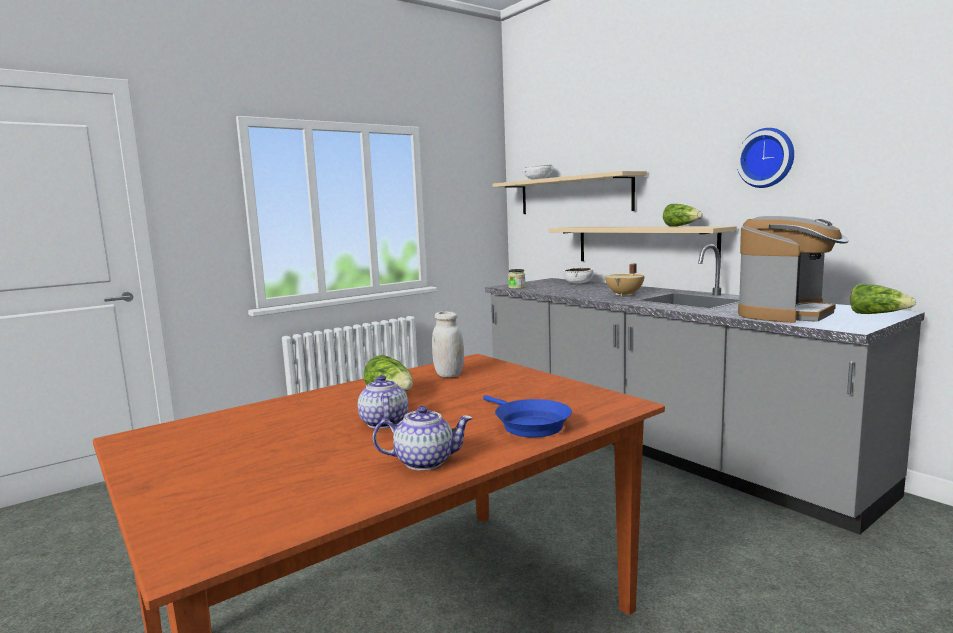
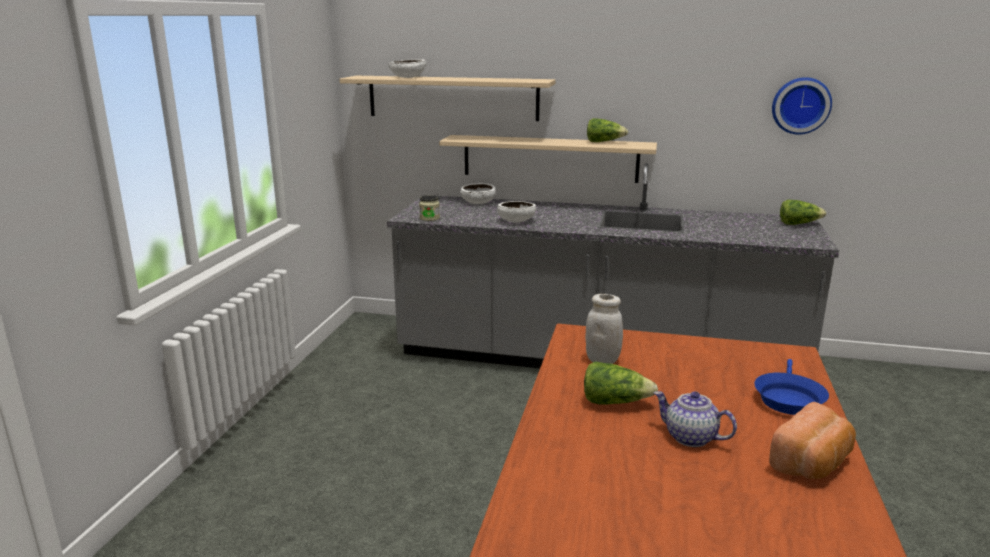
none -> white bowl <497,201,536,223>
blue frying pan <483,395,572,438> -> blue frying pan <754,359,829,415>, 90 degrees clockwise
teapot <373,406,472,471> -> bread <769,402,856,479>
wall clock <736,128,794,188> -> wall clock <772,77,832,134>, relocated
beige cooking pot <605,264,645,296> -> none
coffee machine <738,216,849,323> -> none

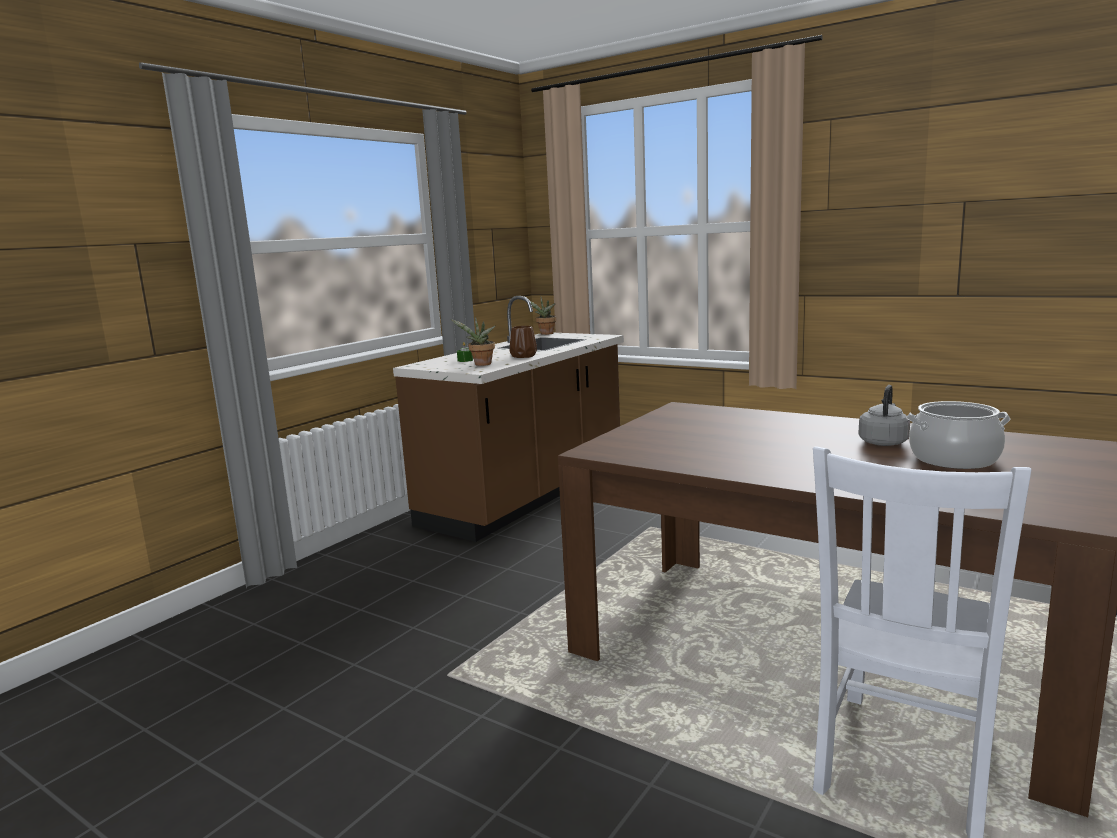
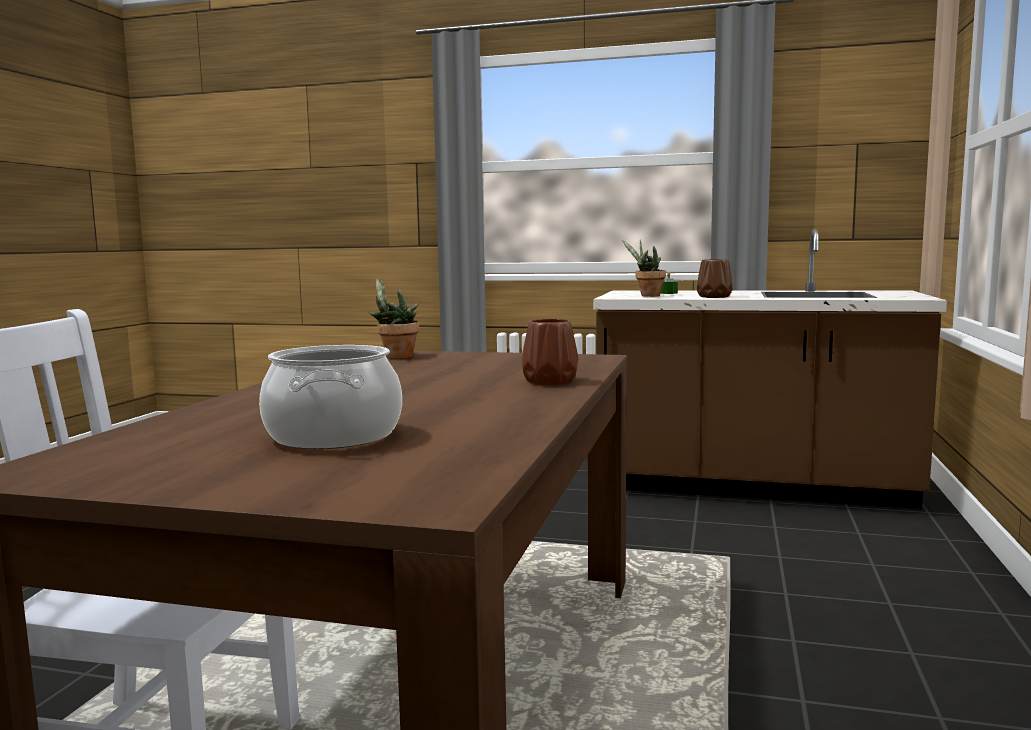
potted plant <529,297,557,335> -> potted plant <368,278,419,359>, relocated
none -> brown vase <522,319,579,385>
grey kettle <859,385,910,446> -> none

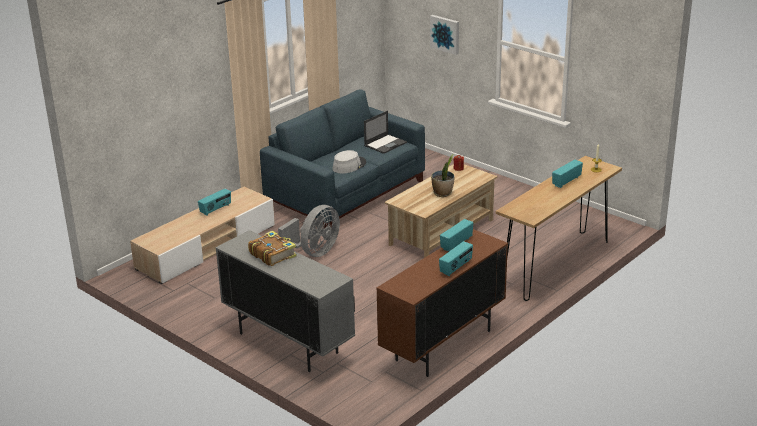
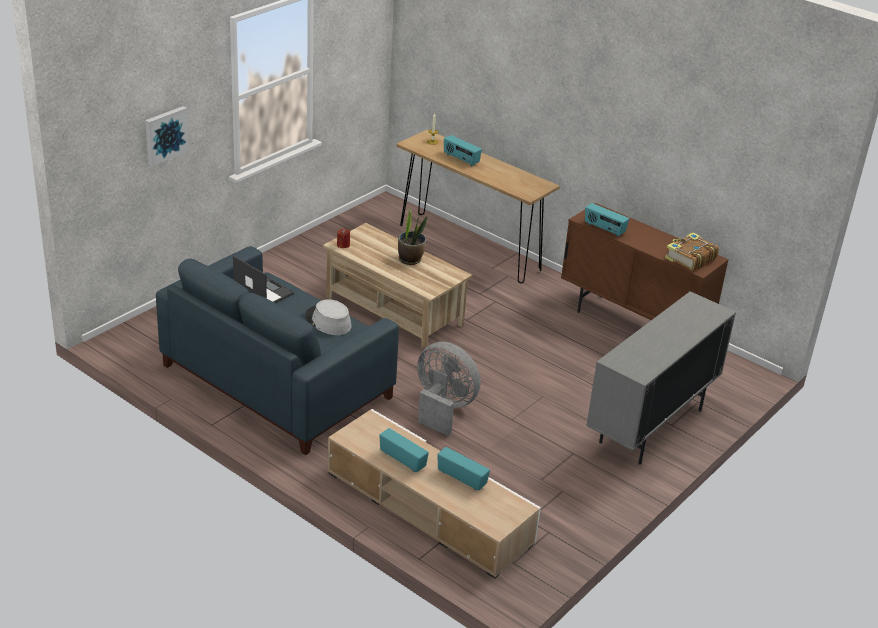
radio <439,241,473,276> -> radio <437,447,490,490>, relocated
book <248,231,297,266> -> book <665,232,719,271>, relocated

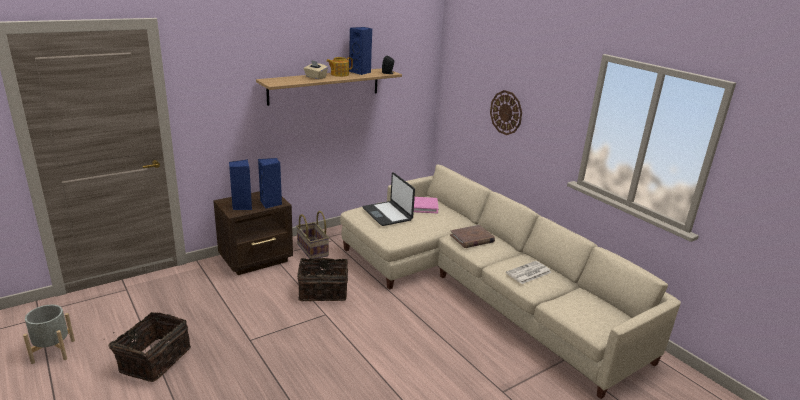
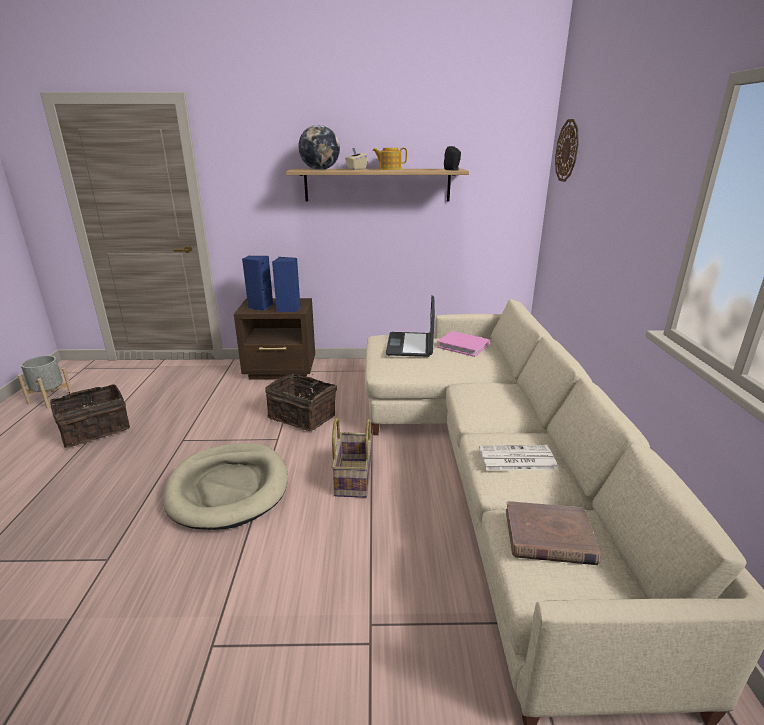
none -> beige dog bed <163,443,288,530>
none -> globe <299,125,340,170>
basket <296,211,329,259> -> basket <332,418,372,498>, relocated
brown book <450,225,495,248> -> brown book <506,501,601,565>, relocated
wall clock <490,90,522,135> -> wall clock <555,119,579,182>, relocated
blue speaker <349,27,372,75> -> none

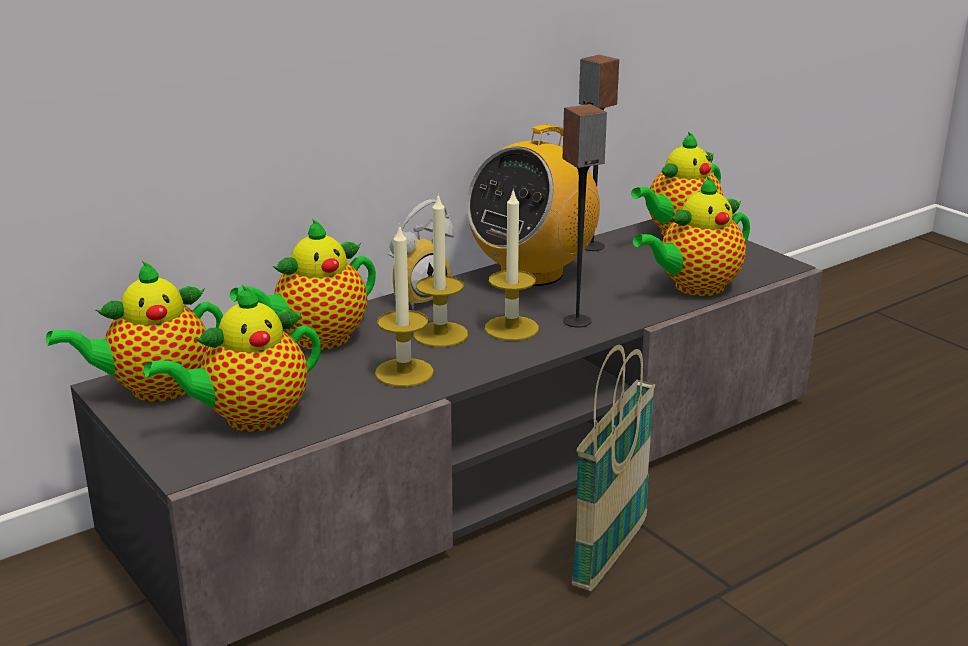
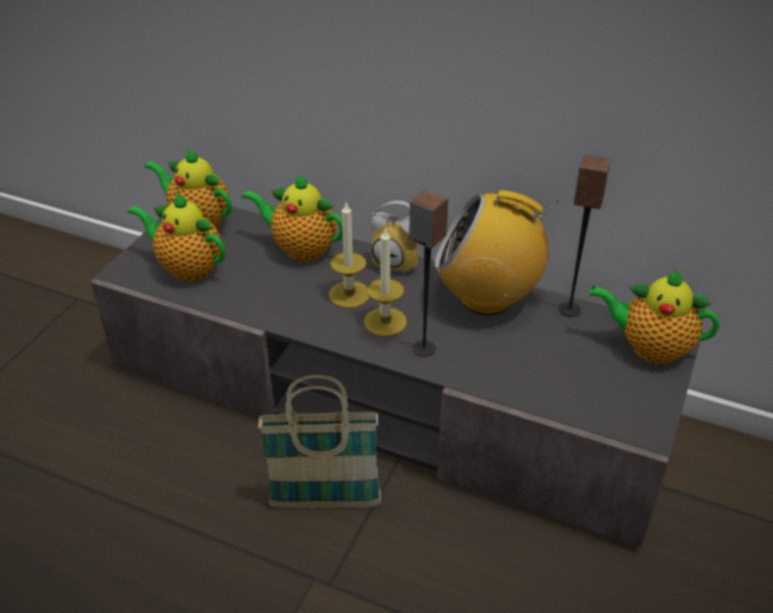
candle <375,224,434,387> -> none
teapot <633,176,750,296> -> none

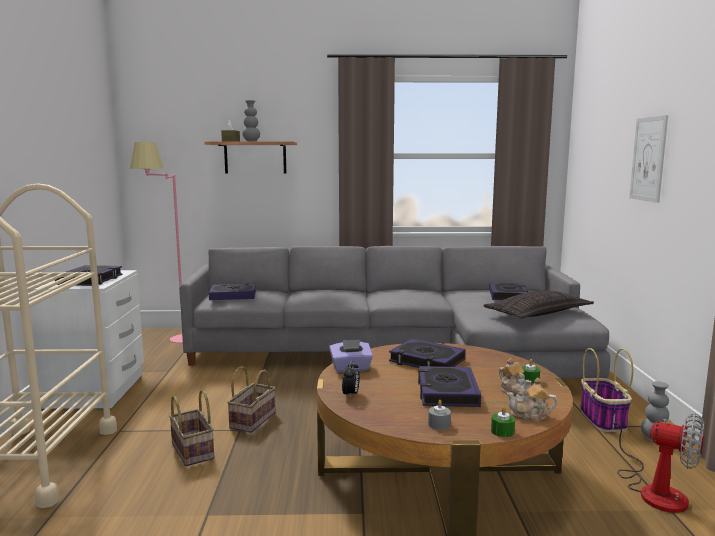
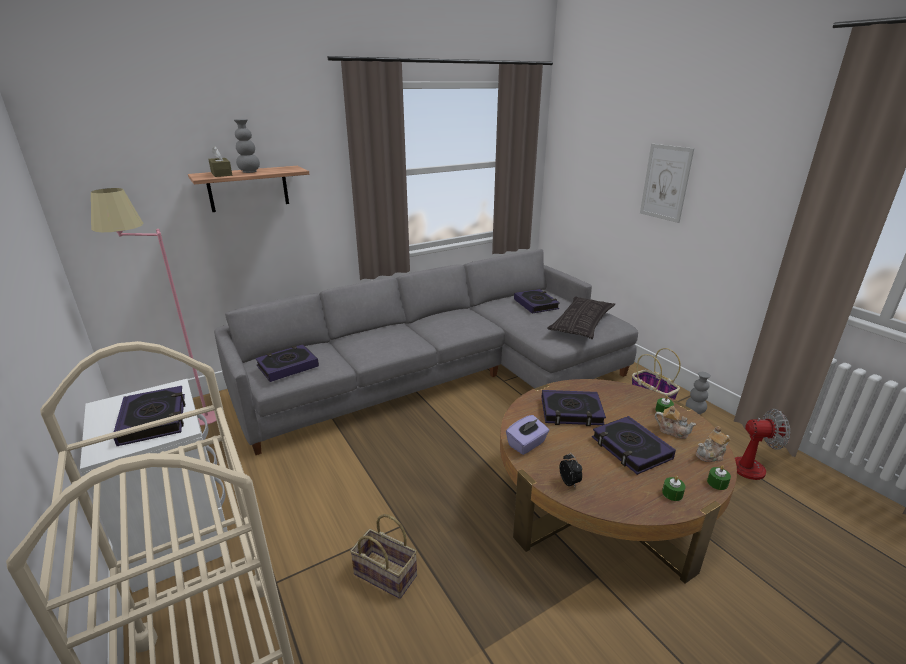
grey candle <428,400,451,430> -> green candle <662,476,686,501>
basket <227,366,275,433> -> none

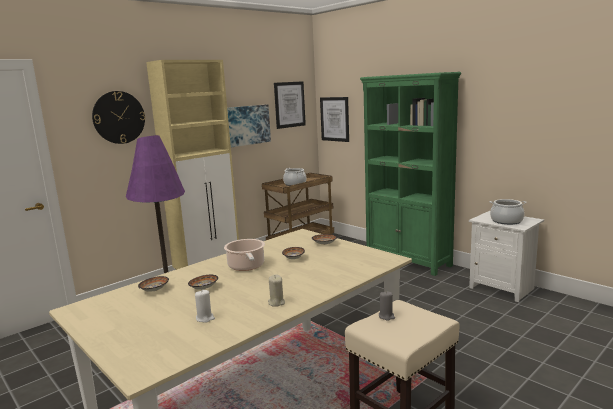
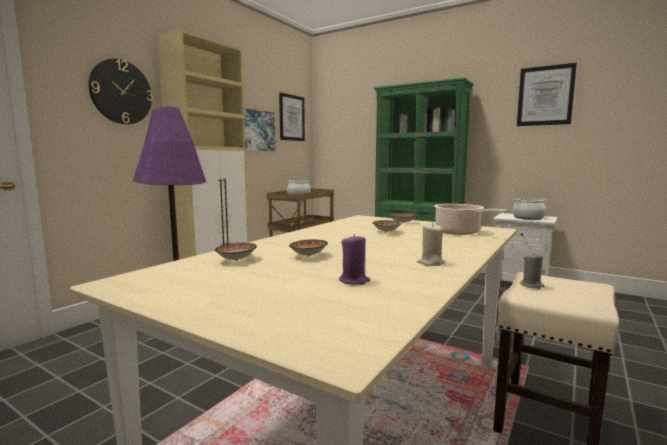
white candle <195,290,215,323> -> purple candle <339,234,370,285>
cooking pot <224,239,265,271> -> cooking pot <434,204,508,235>, relocated
picture <320,97,349,142> -> picture <517,63,577,126>, relocated

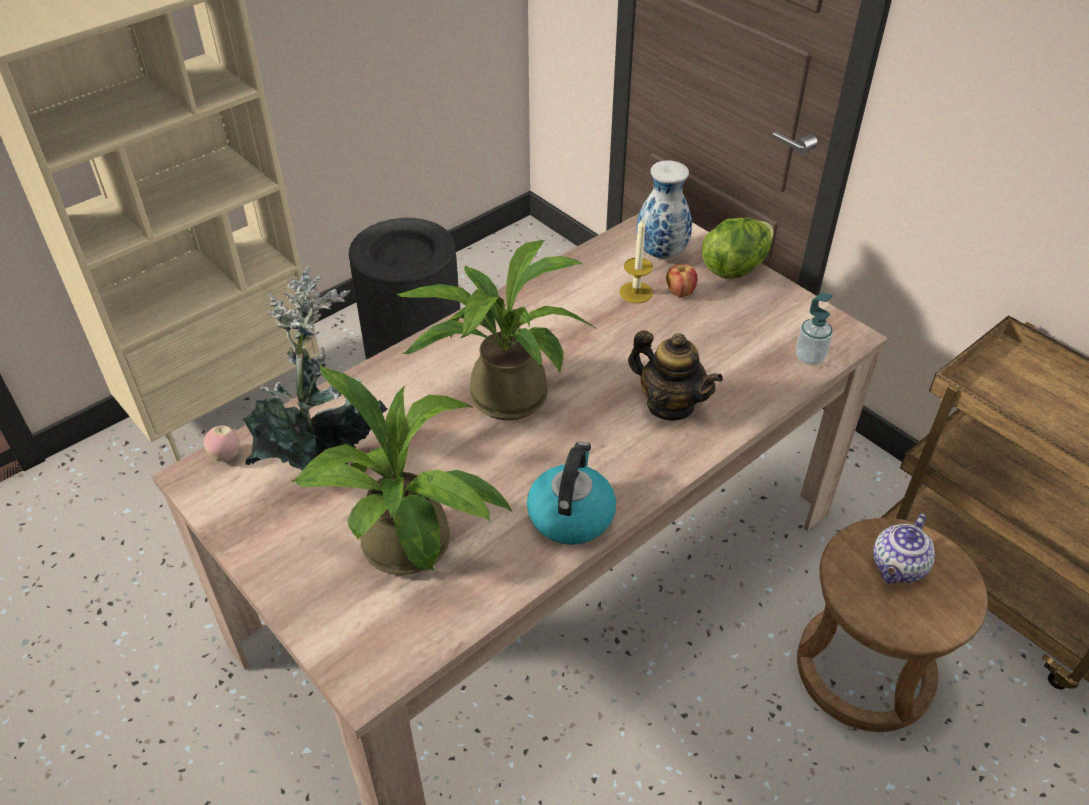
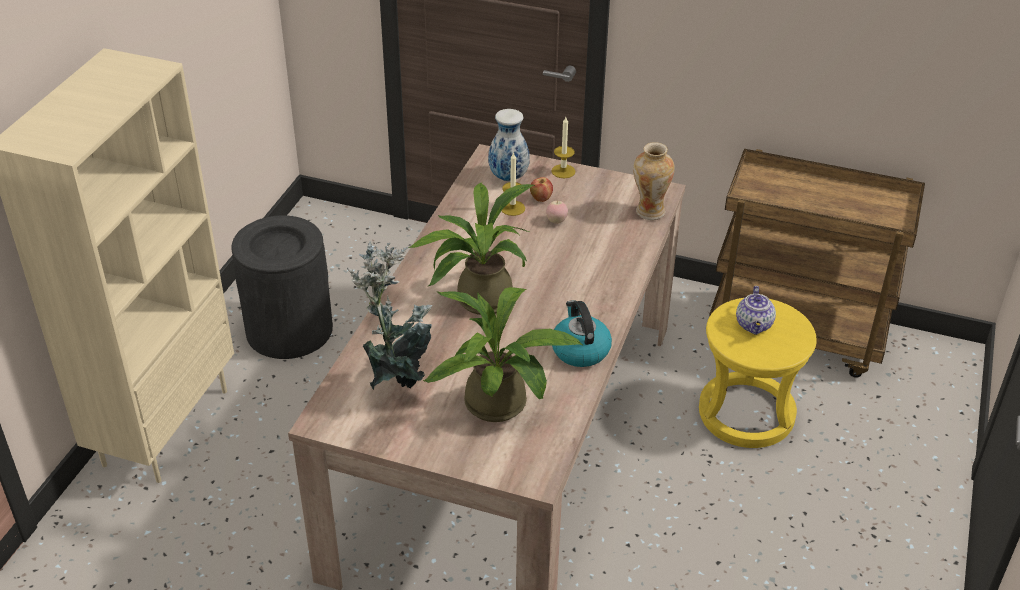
apple <204,425,239,461> -> apple <546,200,568,224>, relocated
lettuce <702,218,774,279> -> candle <551,117,575,178>
soap dispenser <796,293,833,365> -> vase <633,142,675,220>
brown stool <797,518,988,732> -> yellow stool <699,298,817,448>
teapot <628,330,723,421> -> none

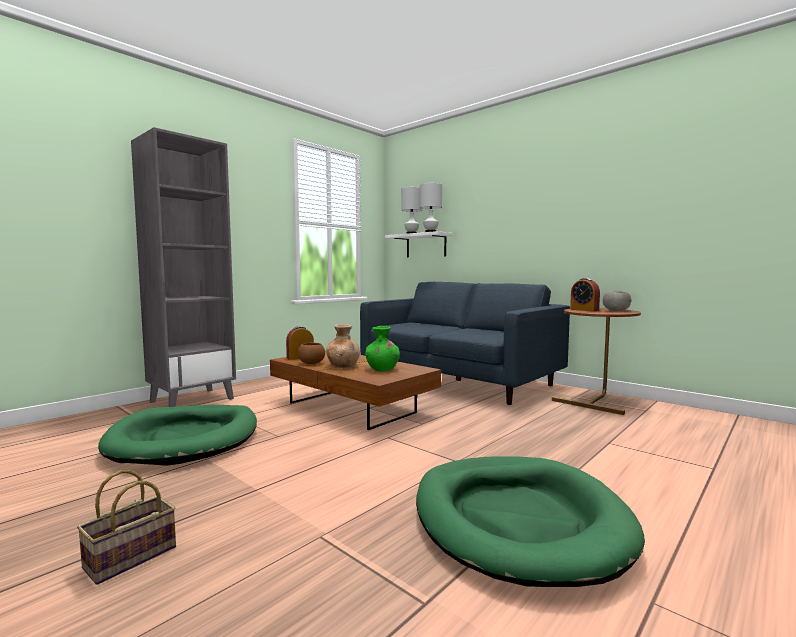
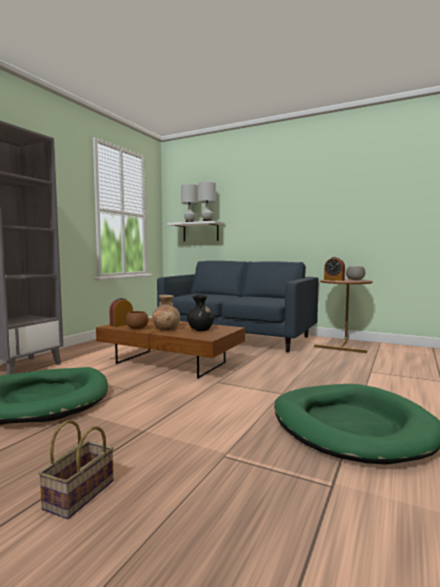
green vase <365,326,400,371> -> black vase <187,295,214,331>

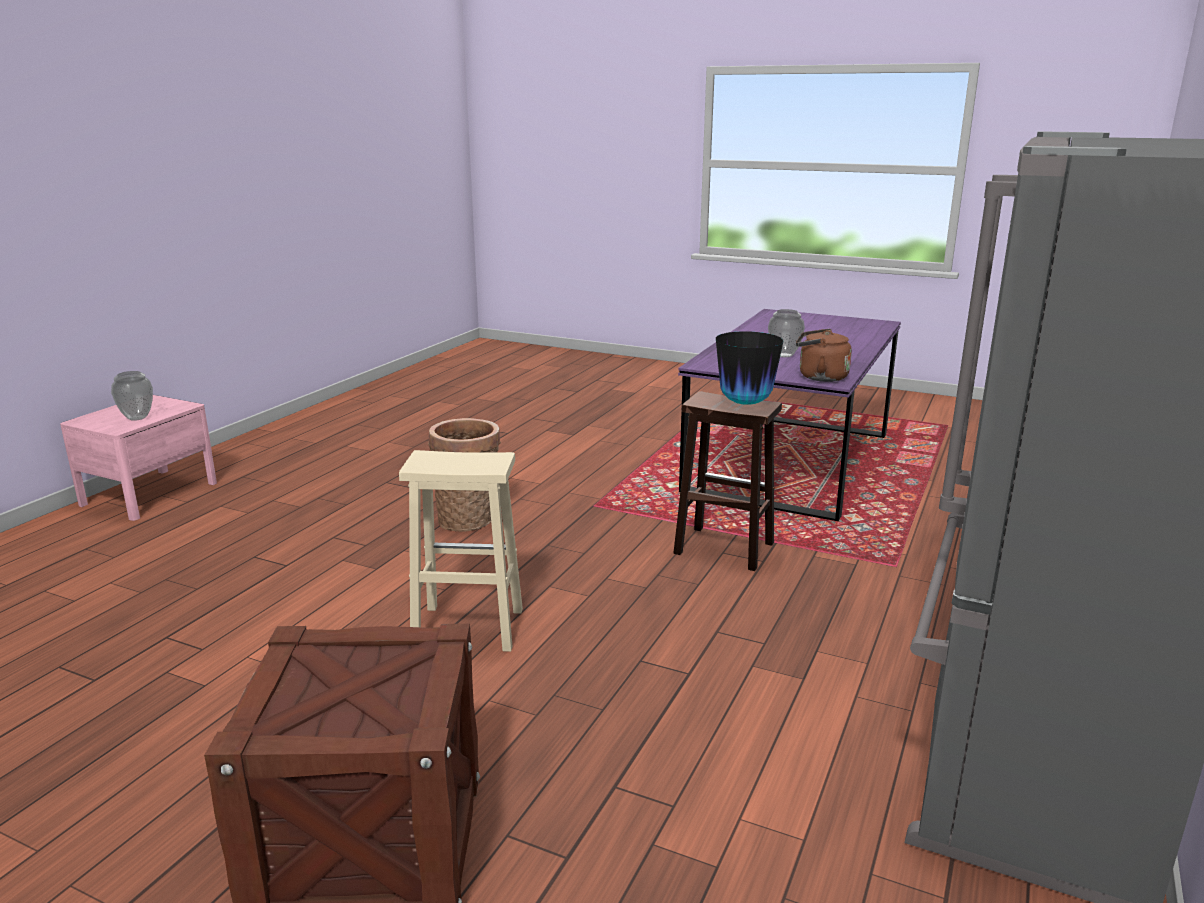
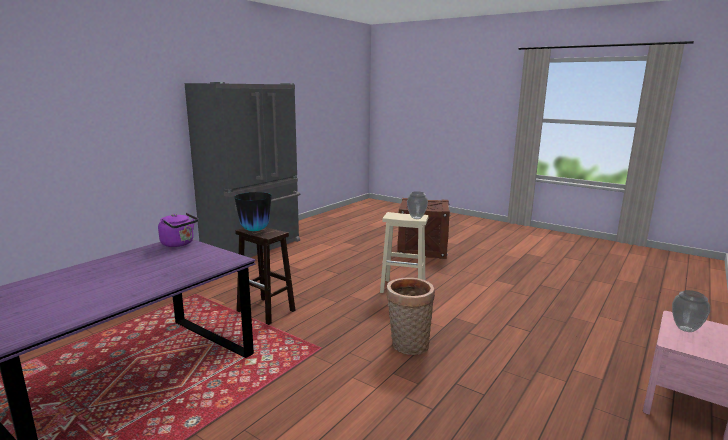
brown kettle <796,329,852,382> -> purple kettle <158,213,198,247>
vase <768,309,805,357> -> vase <407,191,428,219>, relocated

